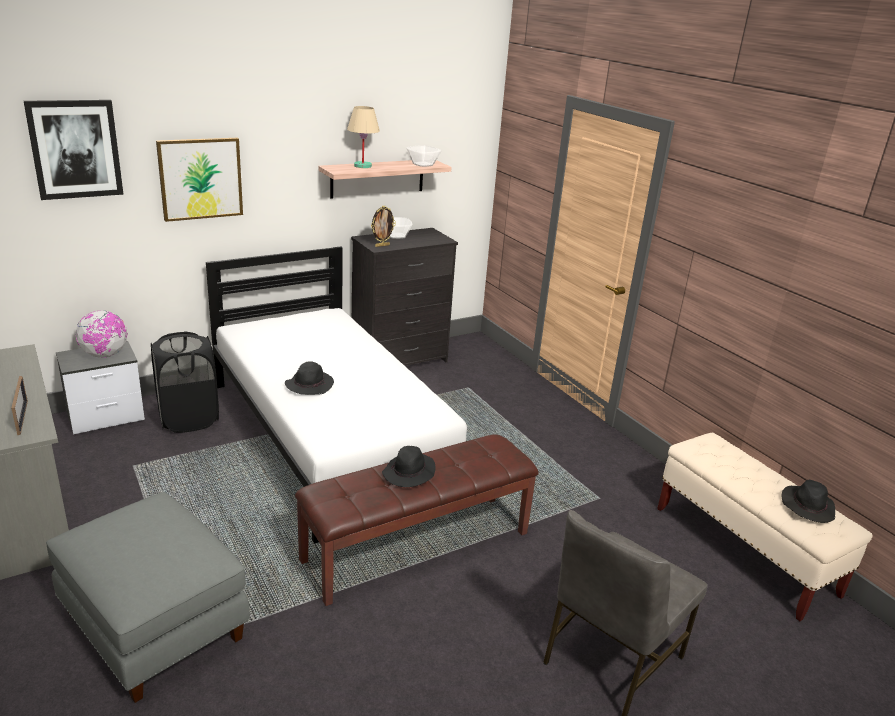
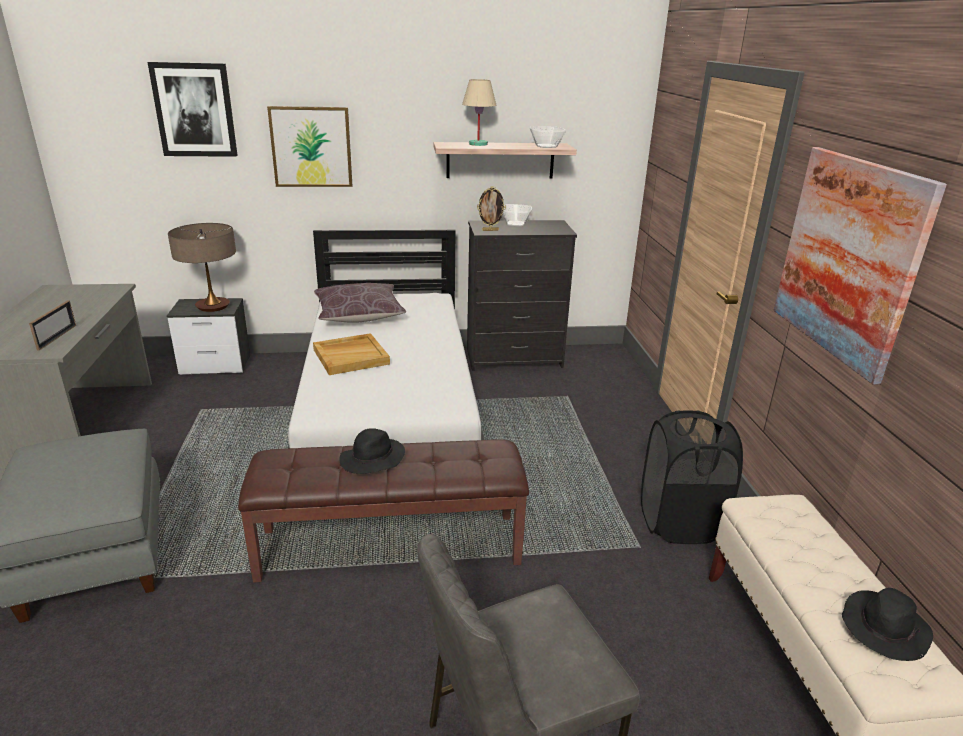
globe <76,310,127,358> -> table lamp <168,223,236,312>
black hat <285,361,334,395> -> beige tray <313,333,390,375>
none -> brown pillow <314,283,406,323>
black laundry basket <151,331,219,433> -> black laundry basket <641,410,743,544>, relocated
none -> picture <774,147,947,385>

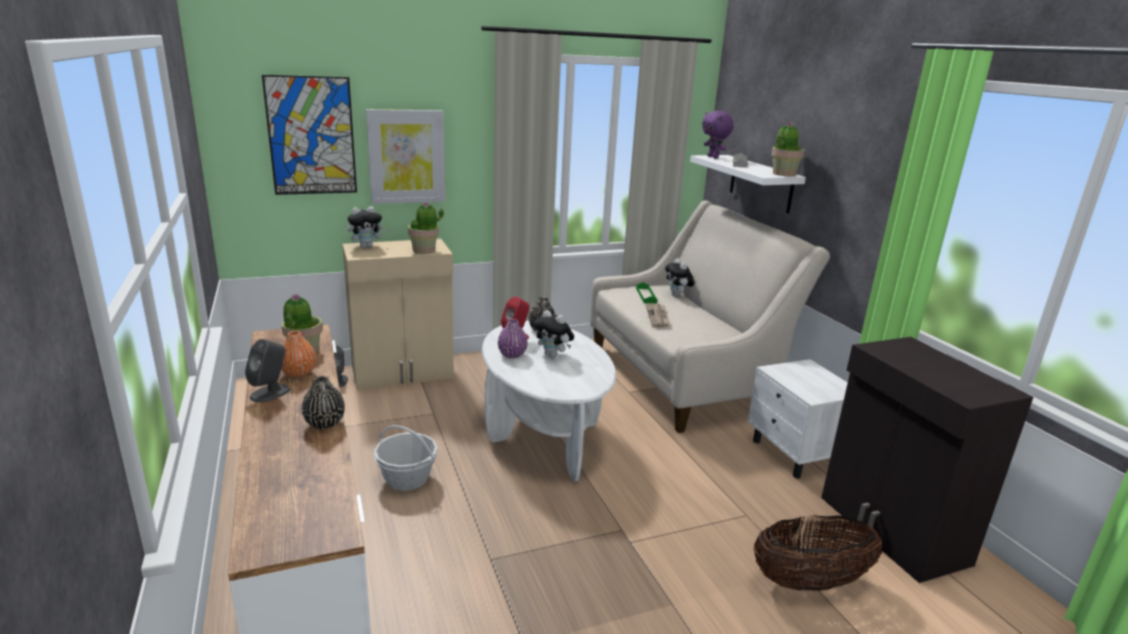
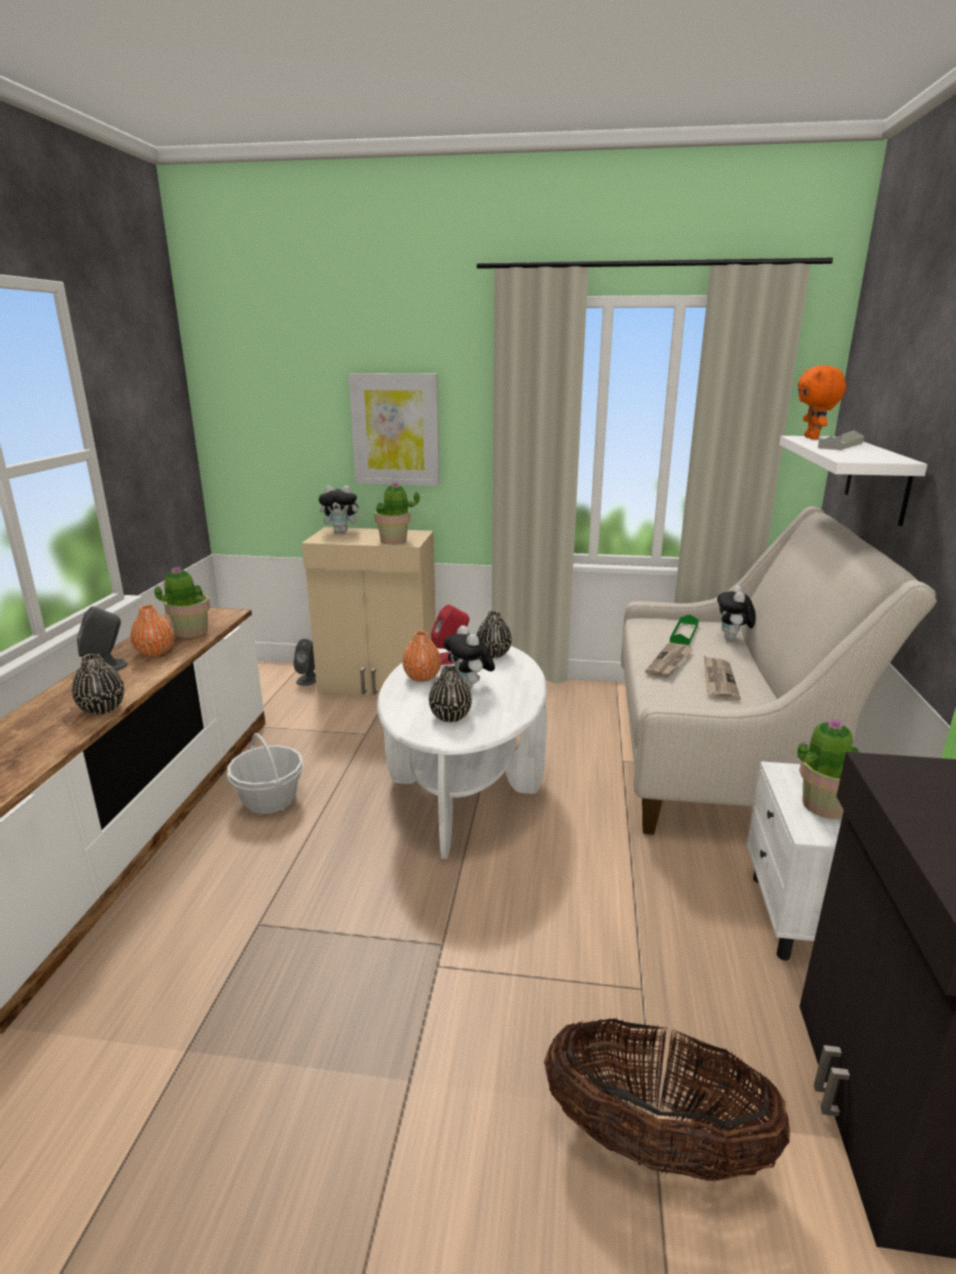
purple vase <498,319,528,358> -> orange vase <402,631,441,682>
none -> black vase <429,665,472,722>
none -> newspaper <704,656,741,701>
potted plant <771,122,805,176> -> potted plant <797,718,859,819>, relocated
purple plush toy <702,111,734,159> -> orange plush toy <798,365,846,439>
picture <262,75,357,195> -> none

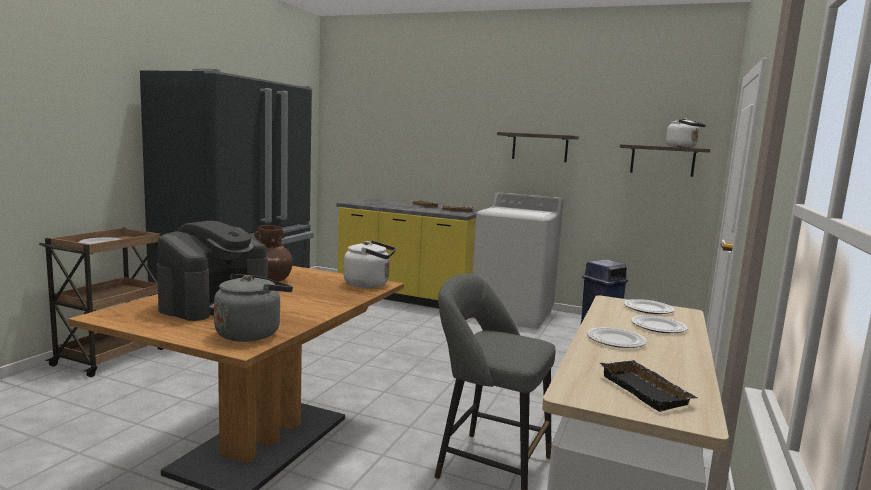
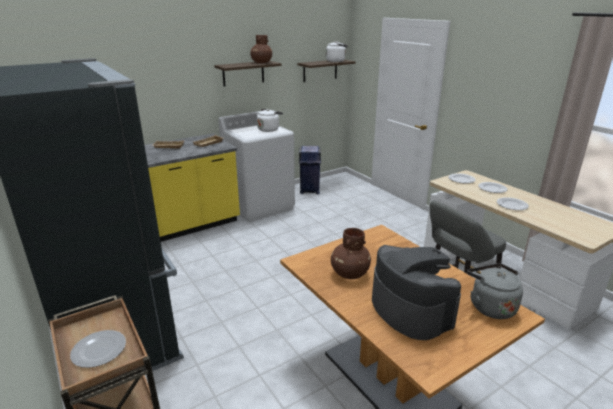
none -> brown vase <250,35,272,63>
white kettle <344,241,396,288> -> white kettle <257,109,283,132>, relocated
black tray <600,360,698,412> -> none

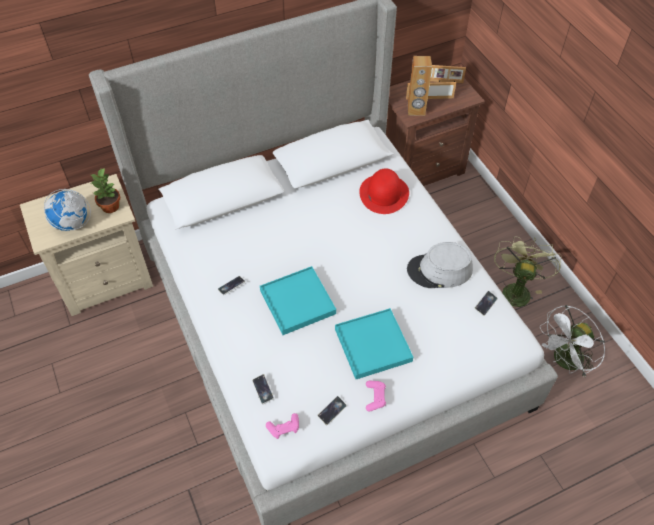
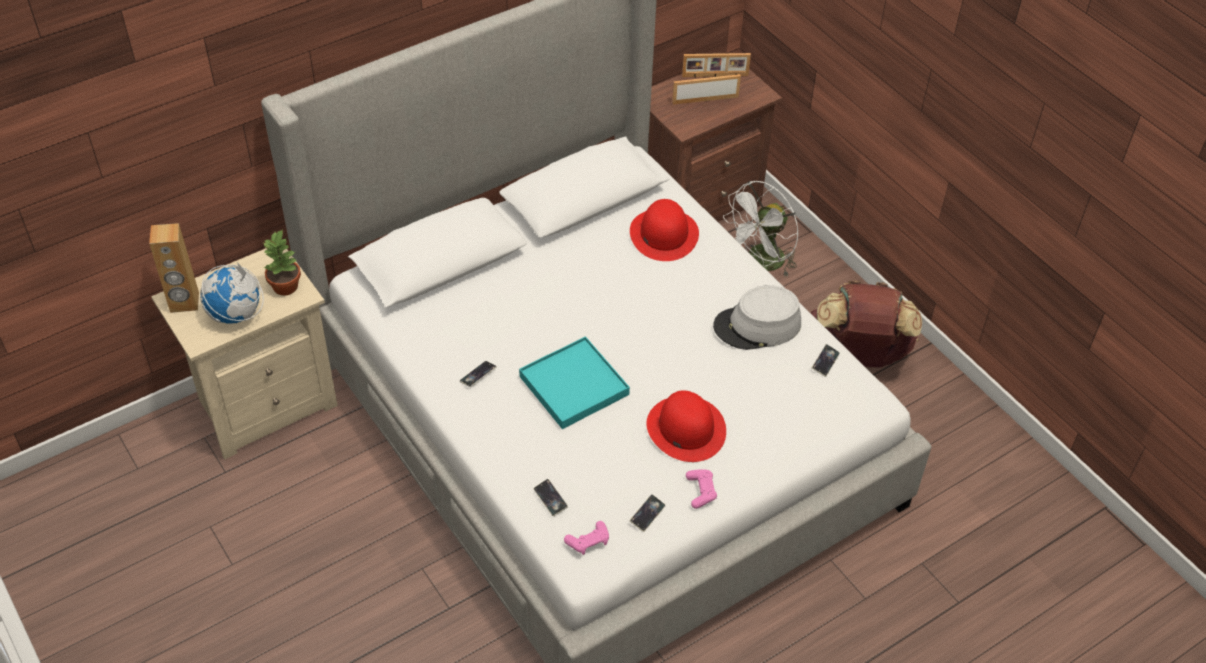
brown speaker <408,56,432,116> -> brown speaker <149,223,199,313>, relocated
turquoise tray <335,308,413,379> -> red hat <646,390,726,462>
white fan <540,305,605,378> -> white fan <723,181,799,278>, relocated
green fan <494,236,561,307> -> brown backpack <811,280,922,367>

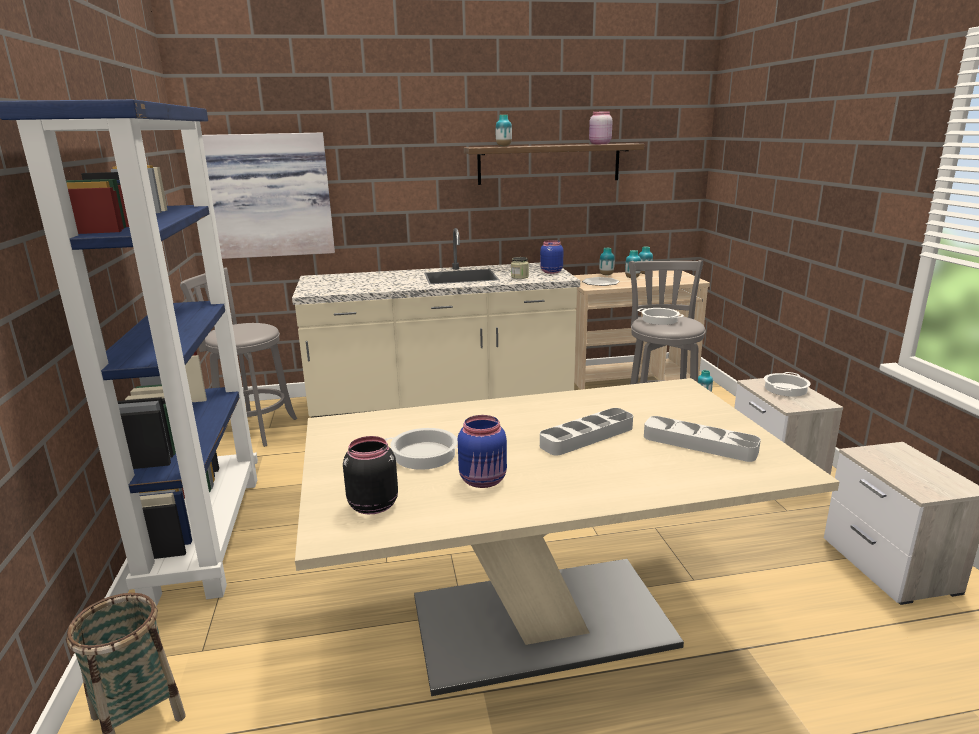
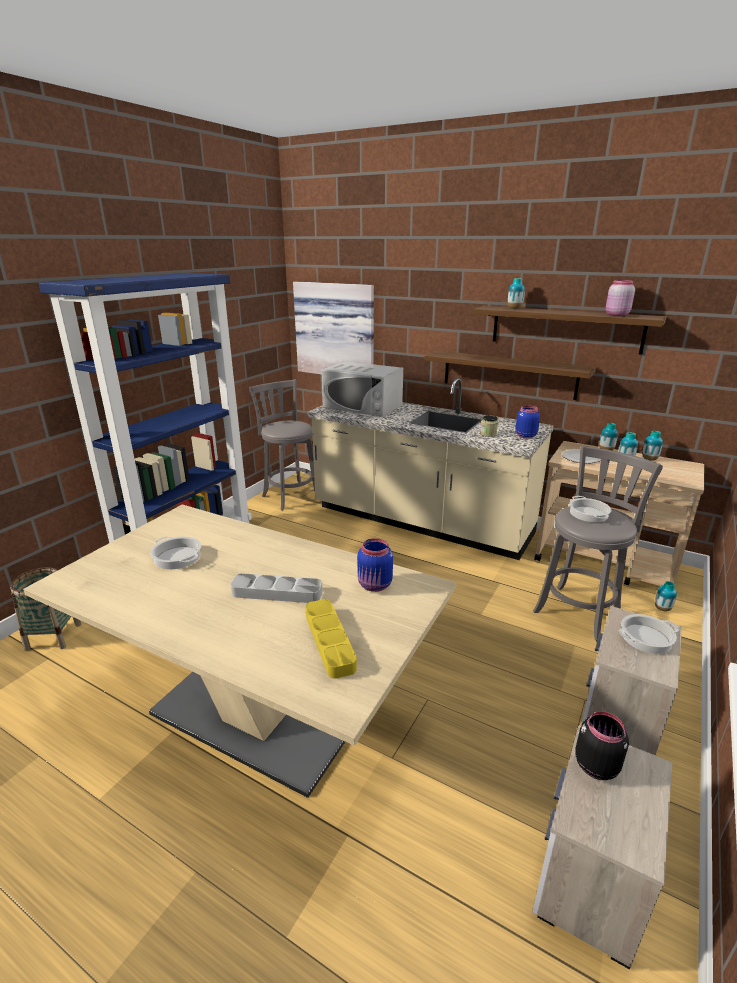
grey tray <644,416,761,462> -> yellow tray <306,599,357,679>
none -> white microwave <321,361,403,417>
blue jar <458,415,507,488> -> blue jar <357,538,393,592>, relocated
none -> shelf <424,351,596,400>
black jar <343,436,398,514> -> black jar <575,711,629,780>, relocated

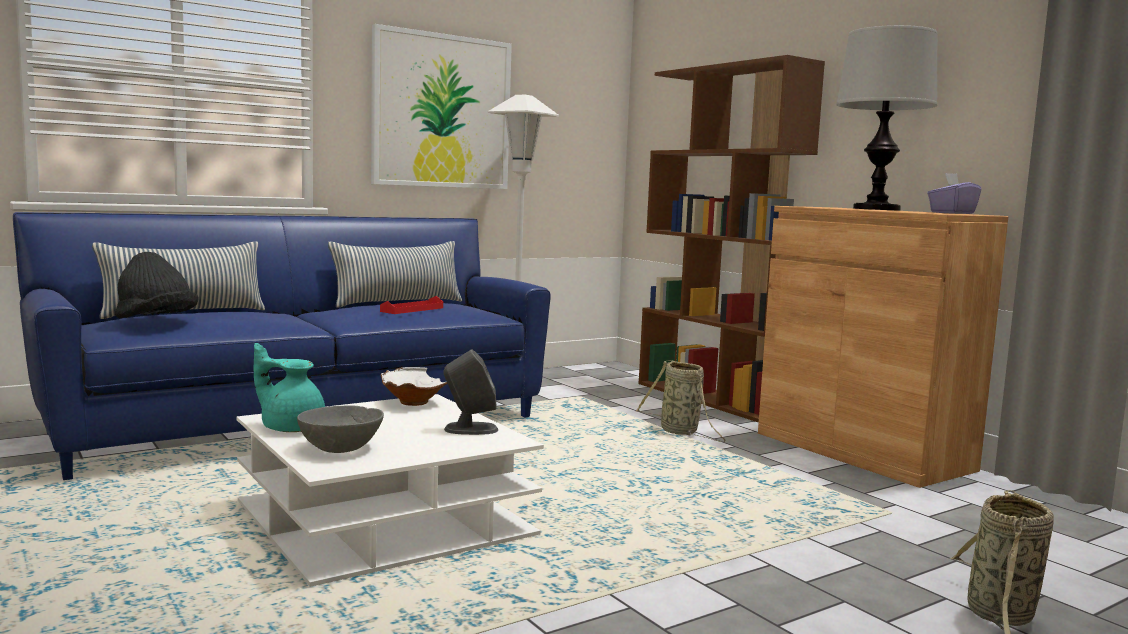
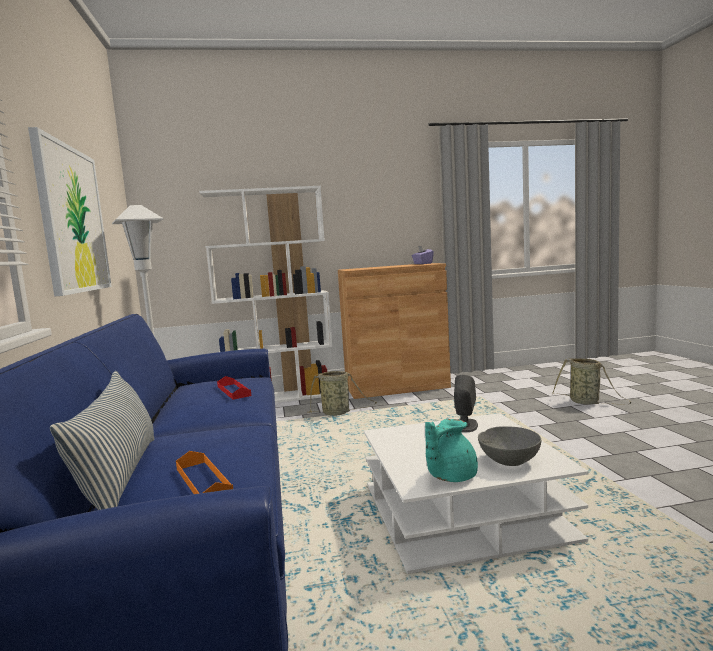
black hat <115,252,199,318> -> orange tray <176,451,233,494>
brown bookcase <638,55,825,423> -> white bookcase <199,186,333,403>
pillow <328,241,462,308> -> none
white bowl <381,367,447,406> -> none
table lamp <837,25,938,211> -> none

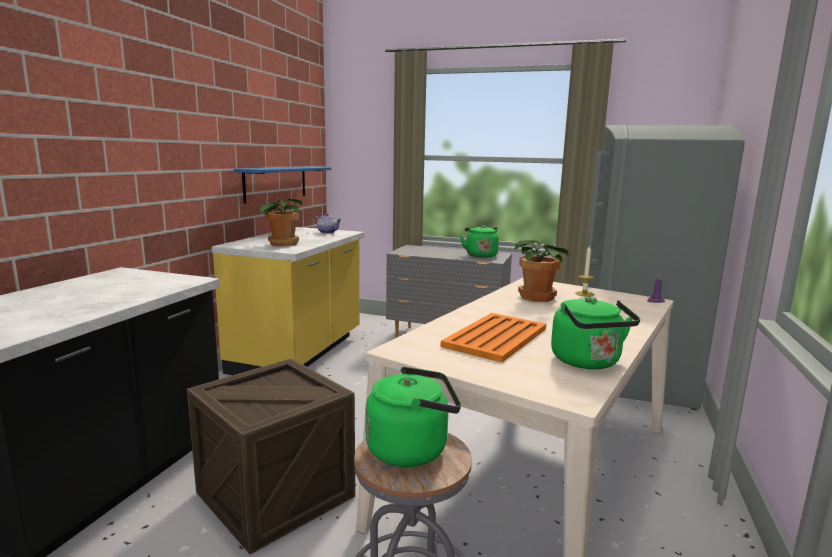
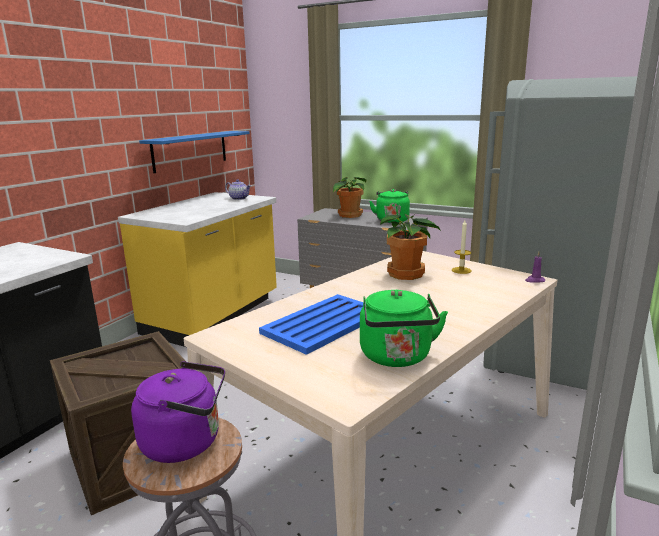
green kettle <365,367,461,467> -> purple kettle <131,361,225,463>
orange tray <441,313,546,363> -> blue tray <259,294,364,355>
potted plant <259,198,303,246> -> potted plant <333,177,366,218>, relocated

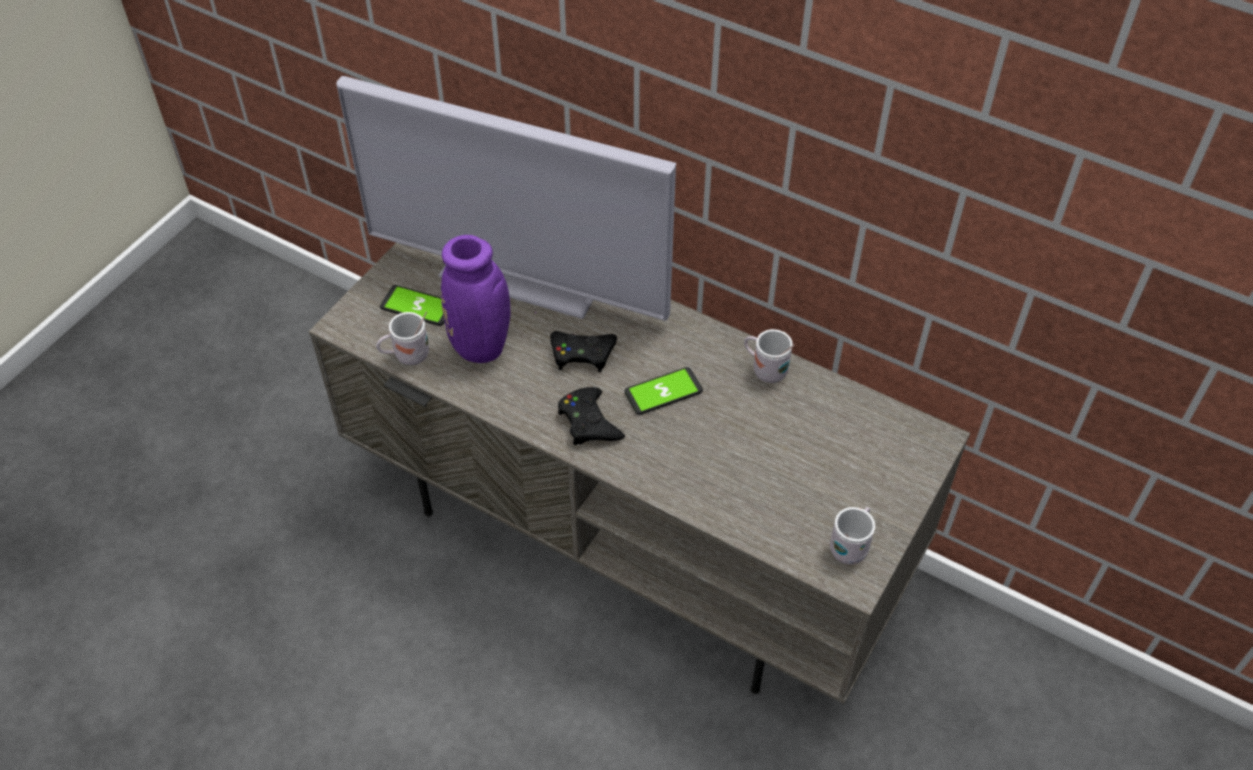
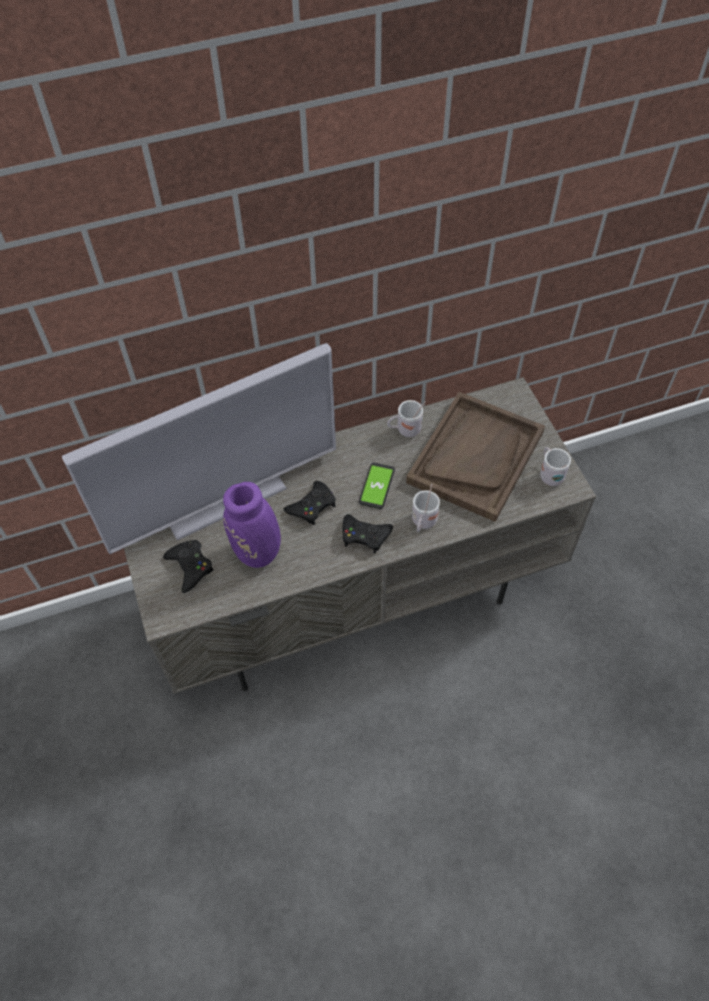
phone <380,285,445,326> -> black game controller <163,540,214,593>
none -> brown tray <406,392,545,522>
white mug <376,312,429,365> -> white mug <412,484,440,532>, relocated

